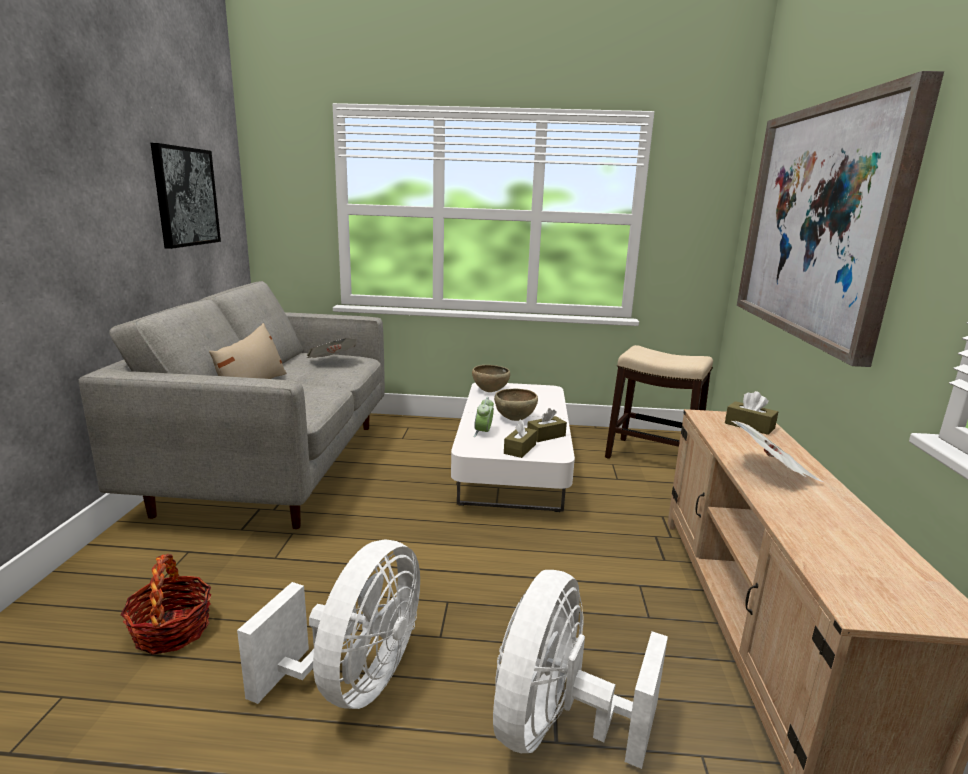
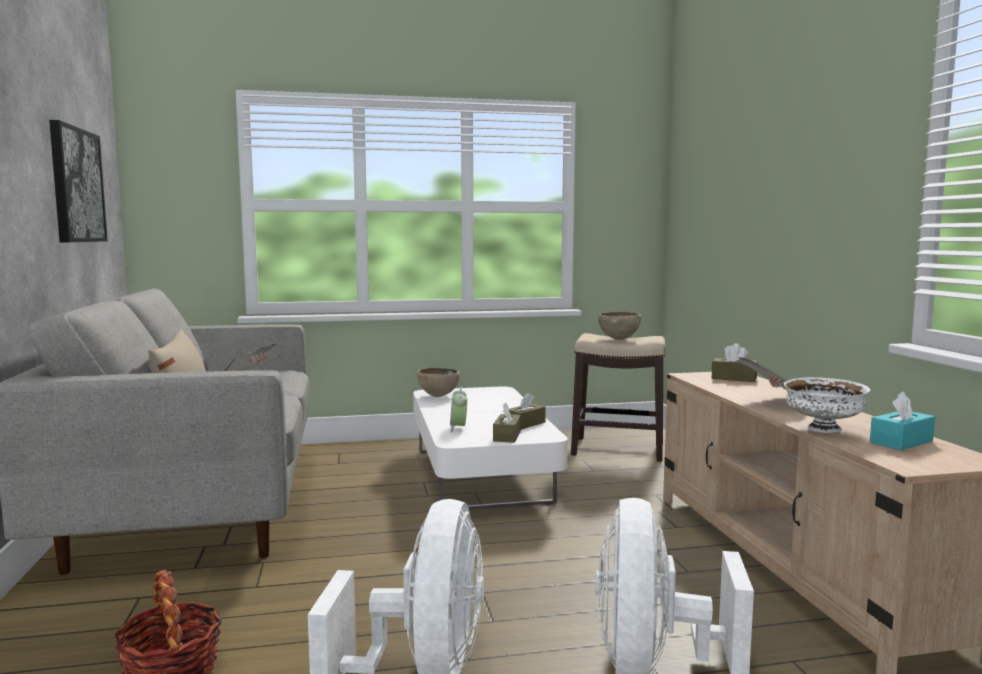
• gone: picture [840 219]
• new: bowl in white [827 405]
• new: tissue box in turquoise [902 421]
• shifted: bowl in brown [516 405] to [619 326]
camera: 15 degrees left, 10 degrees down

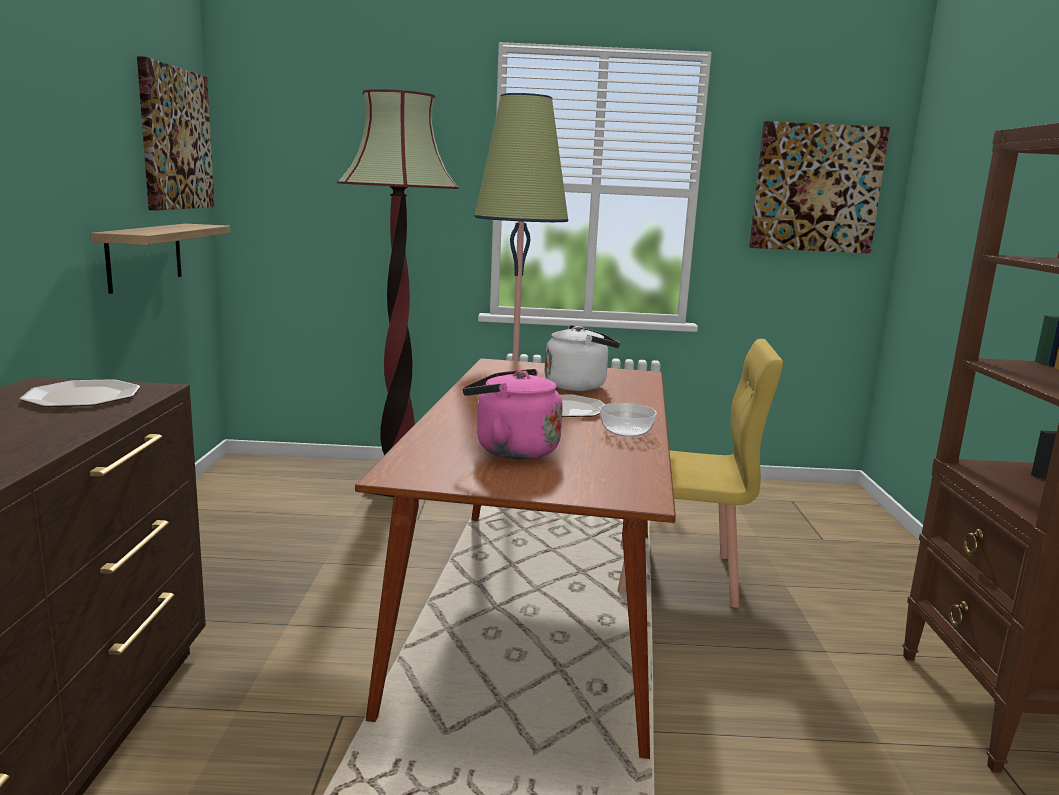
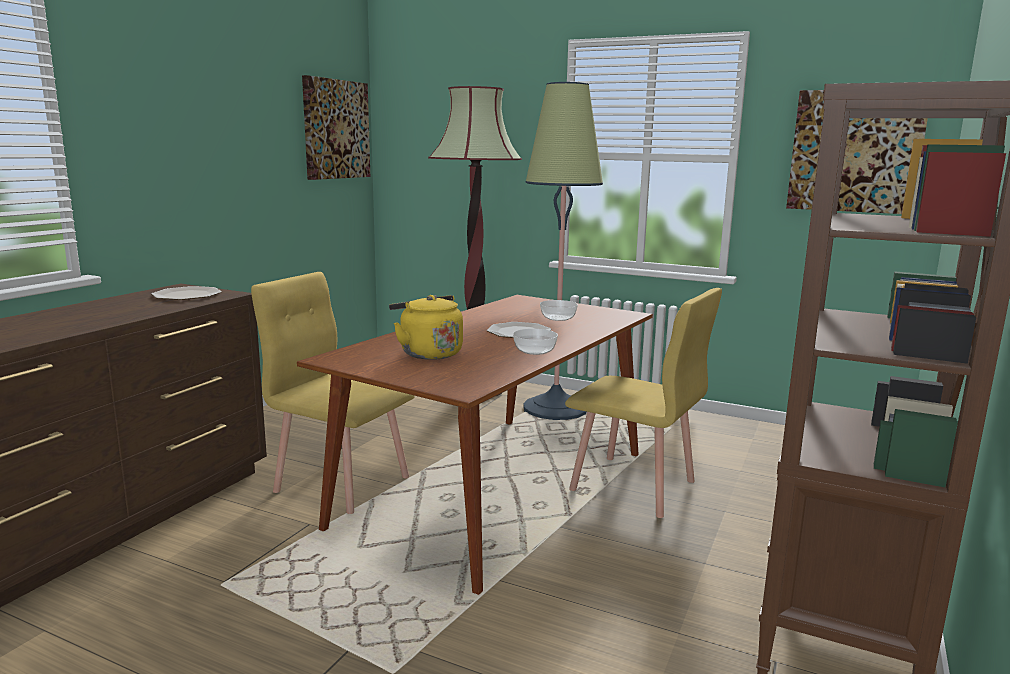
• gone: shelf [160 259]
• new: chair in yellow [332 393]
• swapped: kettle in white [582 358] to bowl [559 310]
• repainted: kettle in pink [513 414] to kettle in yellow [426 327]
camera: 25 degrees right, 0 degrees up

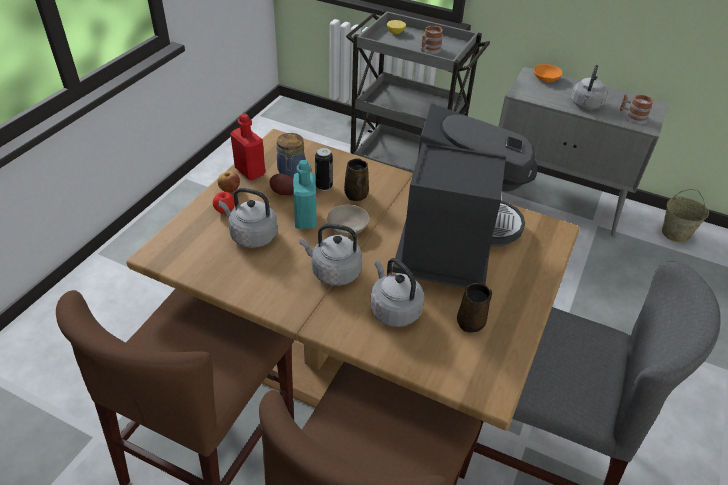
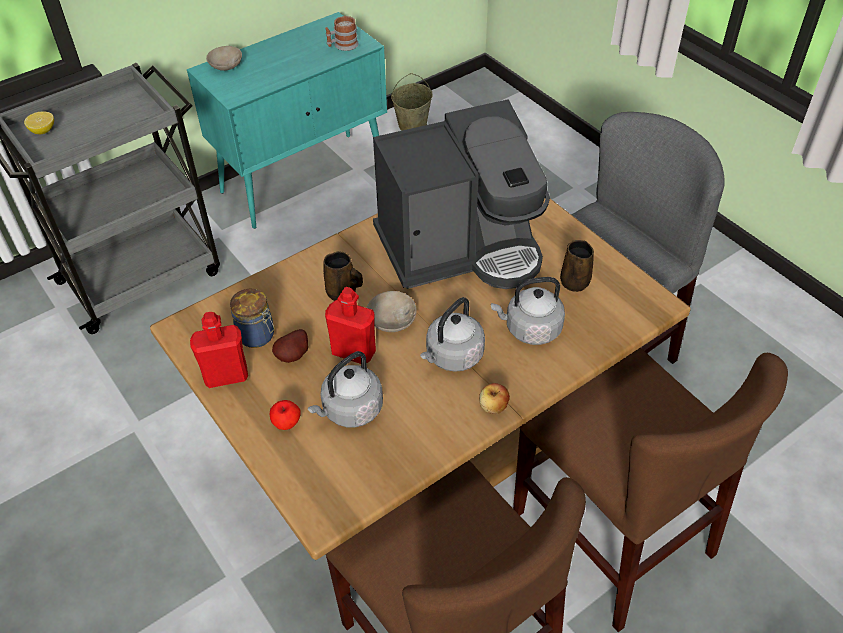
• gone: can [324 169]
• gone: mug [432 40]
• gone: kettle in grey [589 87]
• shifted: apple [228 182] to [494 398]
• repainted: bottle in turquoise [305 194] to bottle in red [350 325]
• repainted: cabinet in grey [583 151] to cabinet in turquoise [287 120]
• repainted: bowl in orange [548 73] to bowl in beige [224 58]
• rotated: coffee machine [465 195] = [461 194] 120 degrees clockwise
camera: 60 degrees left, 5 degrees up

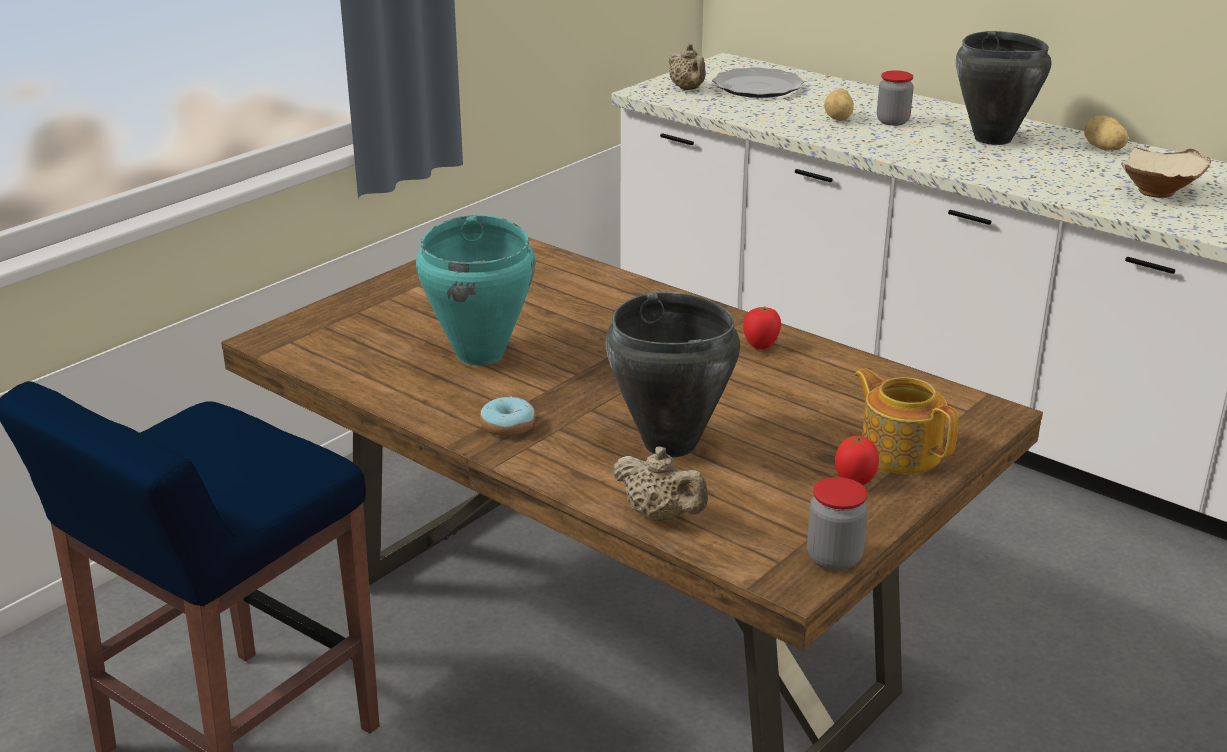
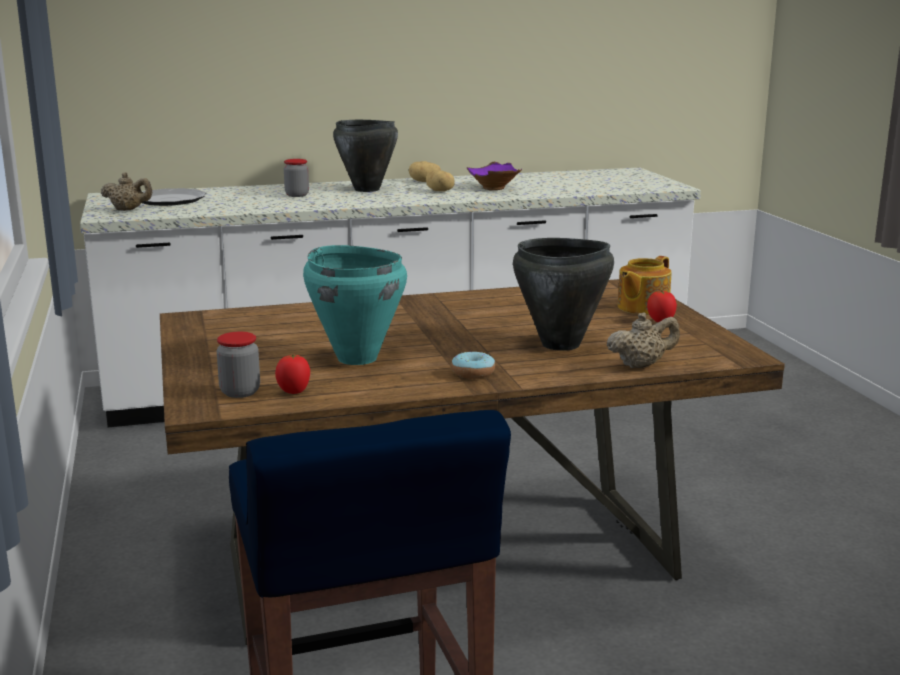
• shifted: tomato [762 328] to [292 374]
• shifted: jar [837 524] to [238 365]
• shifted: potato [839 104] to [440 181]
• repainted: bowl in beige [1166 172] to bowl in purple [494 176]
• rotated: teapot [906 421] = [645 285] 45 degrees counterclockwise
camera: 55 degrees left, 10 degrees down

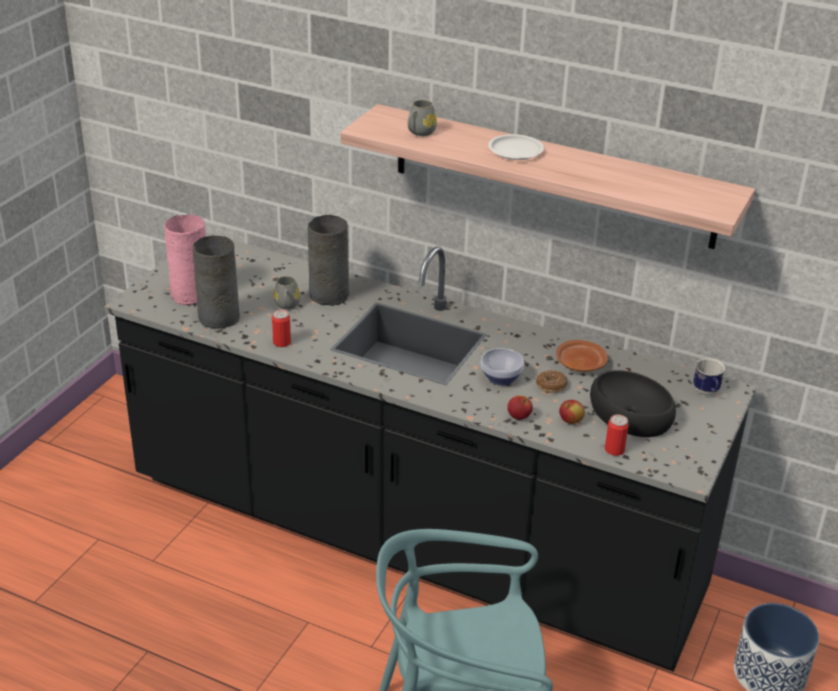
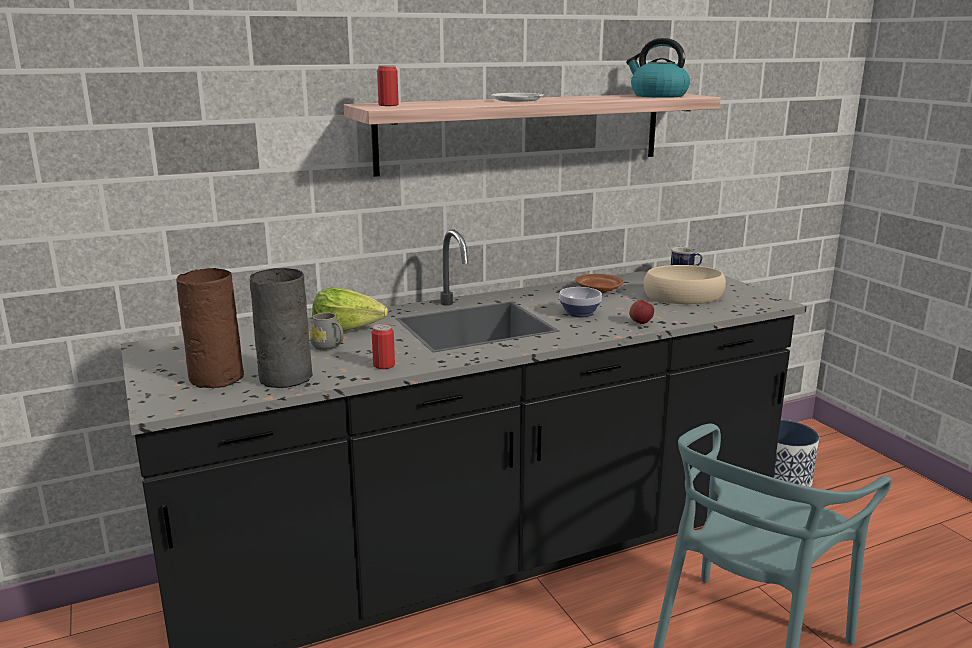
• gone: mug in grey [422 118]
• gone: donut [552 381]
• gone: apple [572 412]
• new: kettle [658 68]
• shifted: can [617 435] to [388 85]
• swapped: vase in grey [328 260] to lettuce [350 309]
• repainted: vase in pink [185 259] to vase in brown [210 328]
• repainted: bowl in black [633 403] to bowl in beige [684 284]
camera: 50 degrees left, 15 degrees down

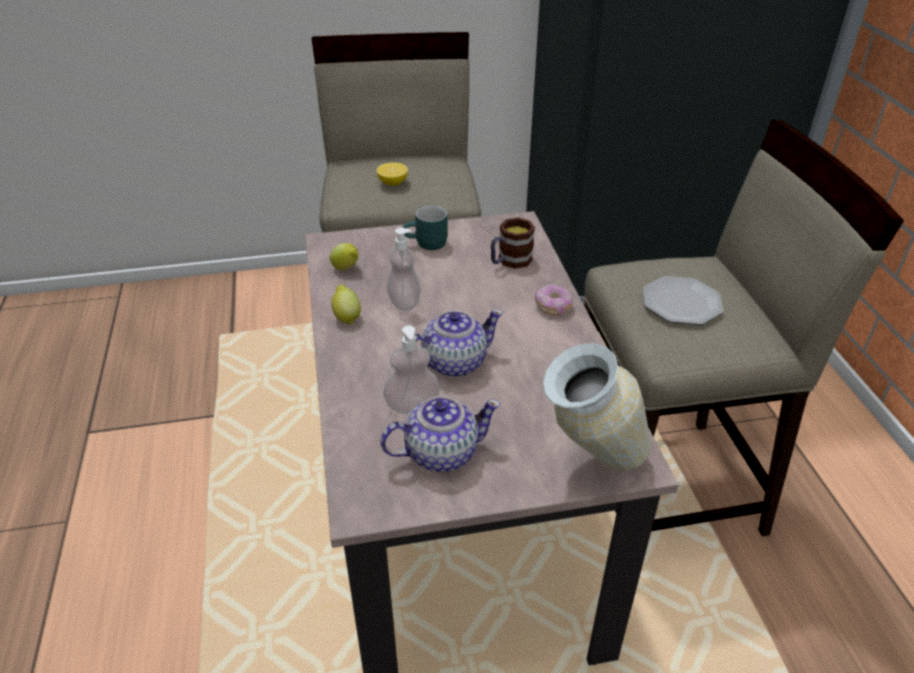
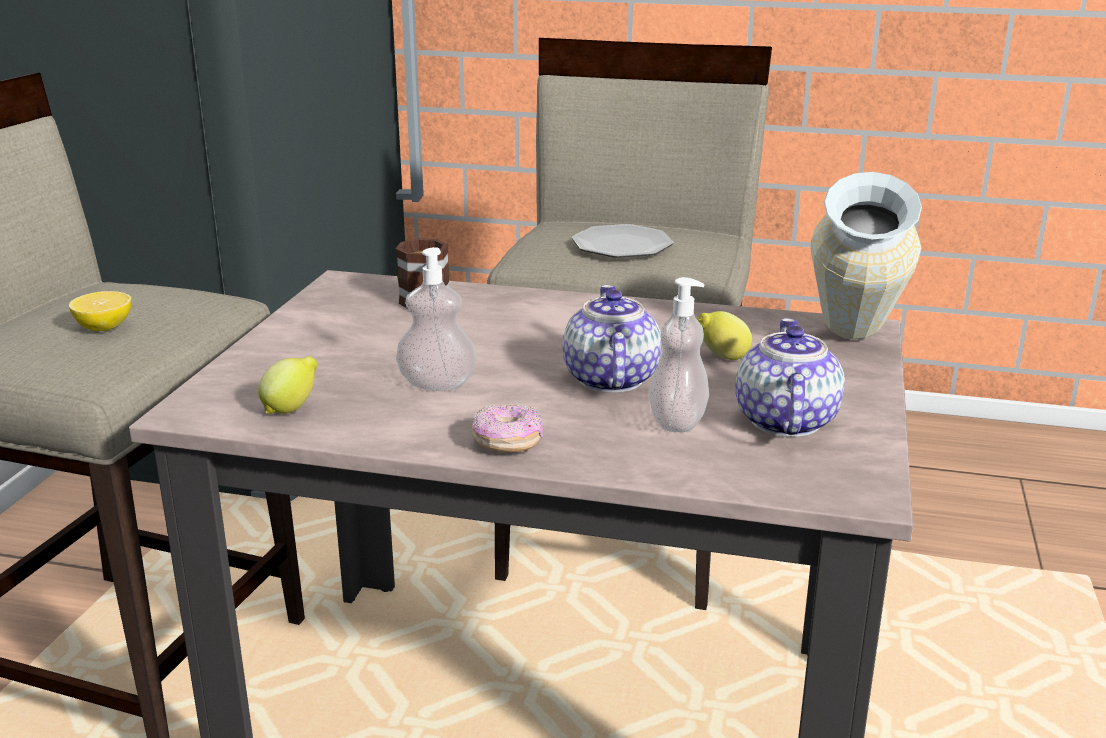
• gone: mug in turquoise [425 228]
• shifted: lemon [346 304] to [724 335]
• shifted: donut [554 299] to [507 428]
camera: 65 degrees left, 15 degrees down

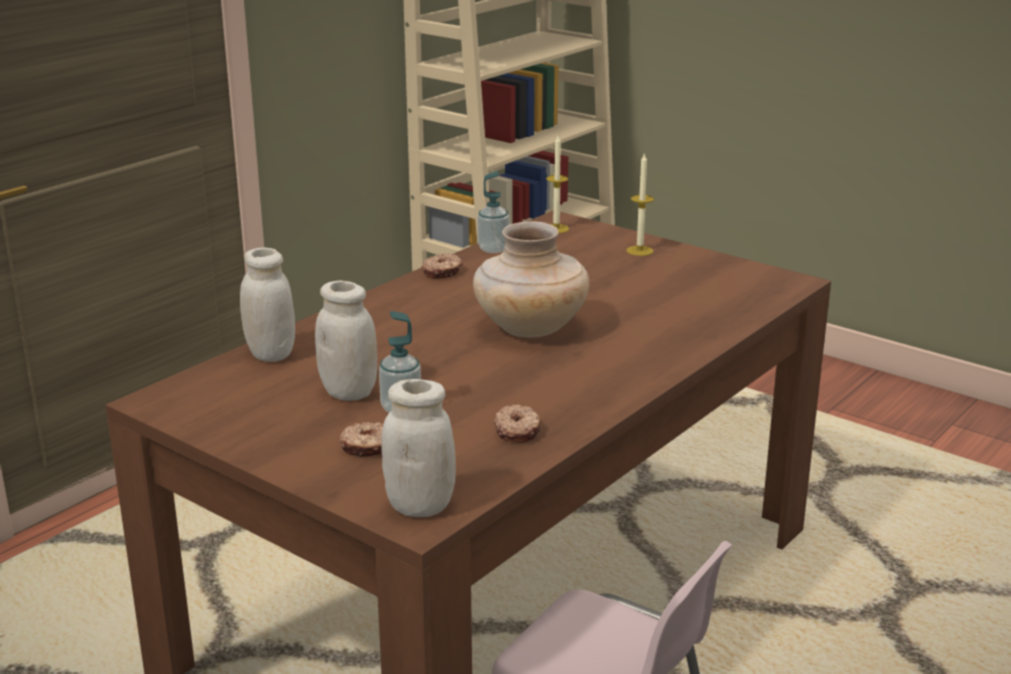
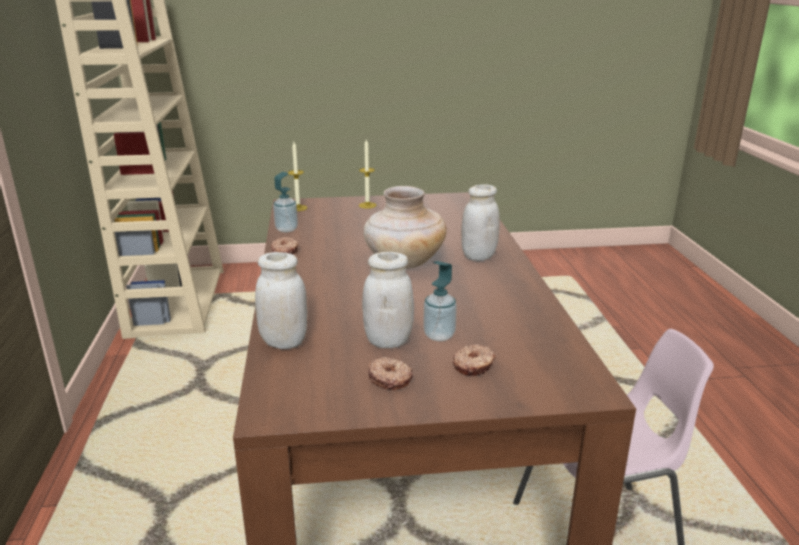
• shifted: jar in white [418 448] to [480 223]
• shifted: donut [517 424] to [390 373]
camera: 45 degrees left, 0 degrees up

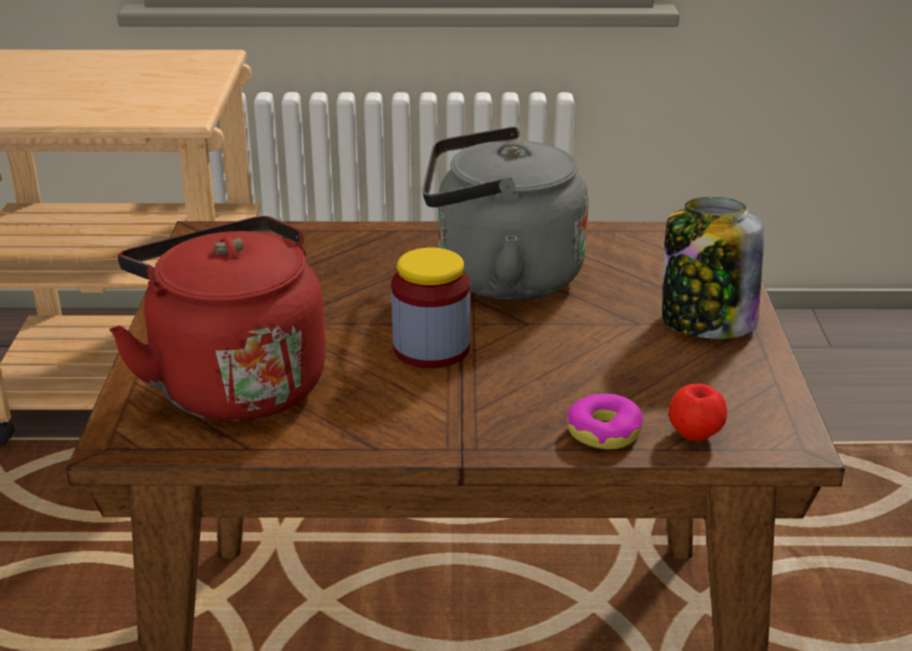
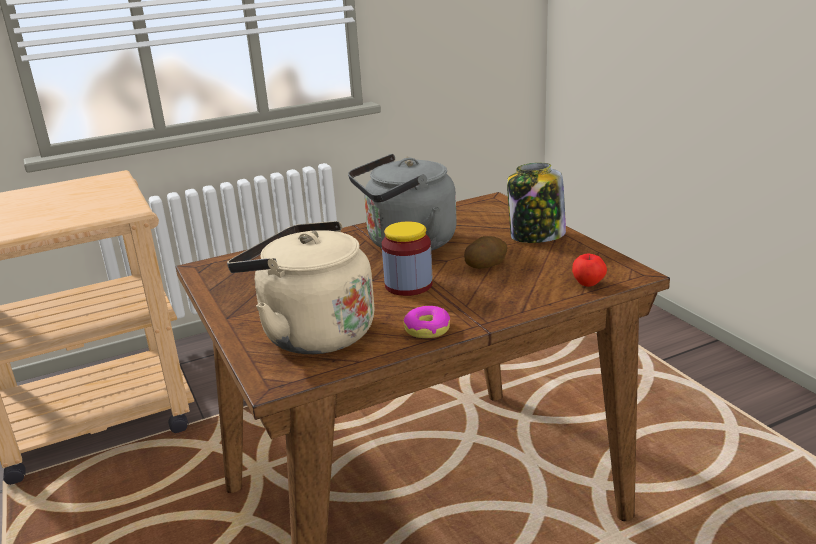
• new: potato [485 252]
• shifted: donut [605 421] to [427 322]
• repainted: kettle in red [217 319] to kettle in beige [300 287]
camera: 25 degrees left, 5 degrees down

